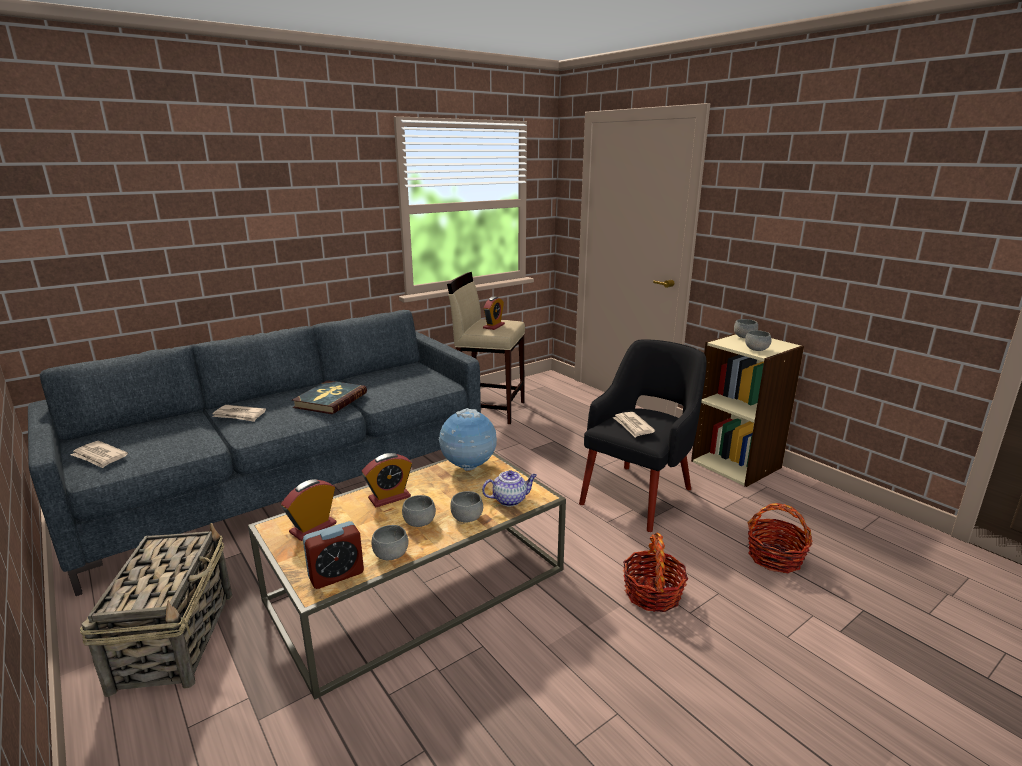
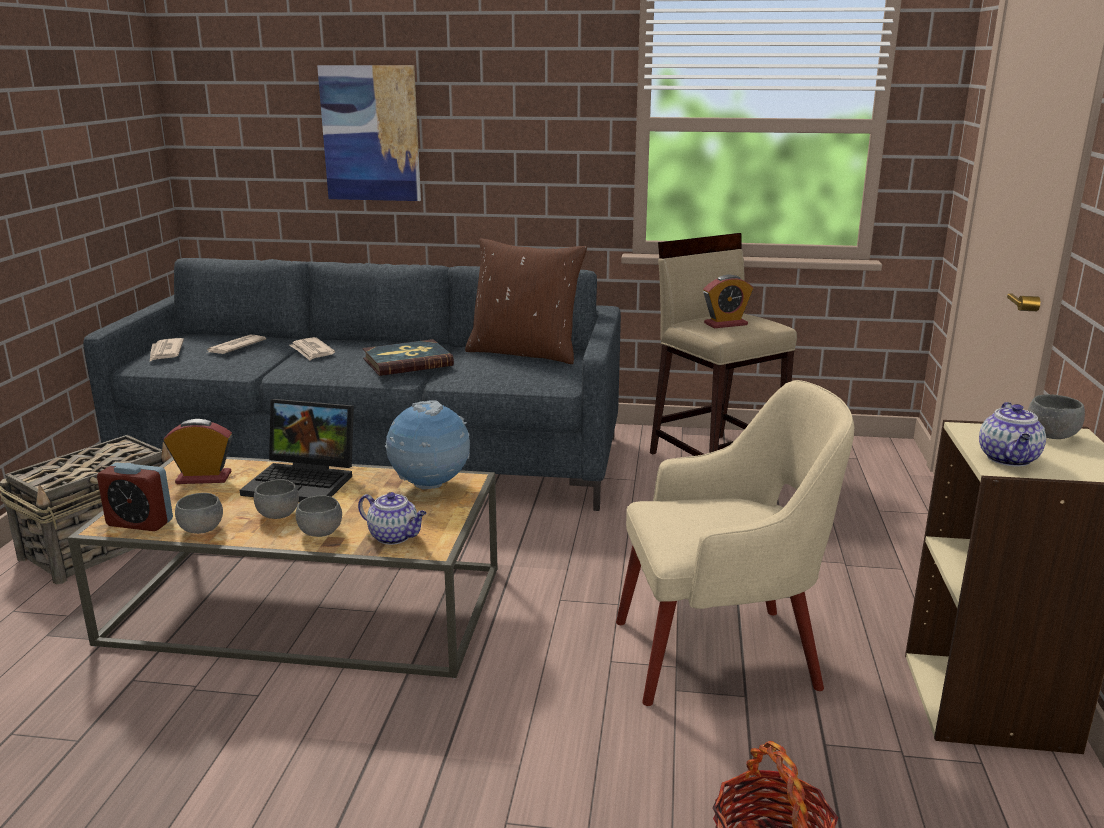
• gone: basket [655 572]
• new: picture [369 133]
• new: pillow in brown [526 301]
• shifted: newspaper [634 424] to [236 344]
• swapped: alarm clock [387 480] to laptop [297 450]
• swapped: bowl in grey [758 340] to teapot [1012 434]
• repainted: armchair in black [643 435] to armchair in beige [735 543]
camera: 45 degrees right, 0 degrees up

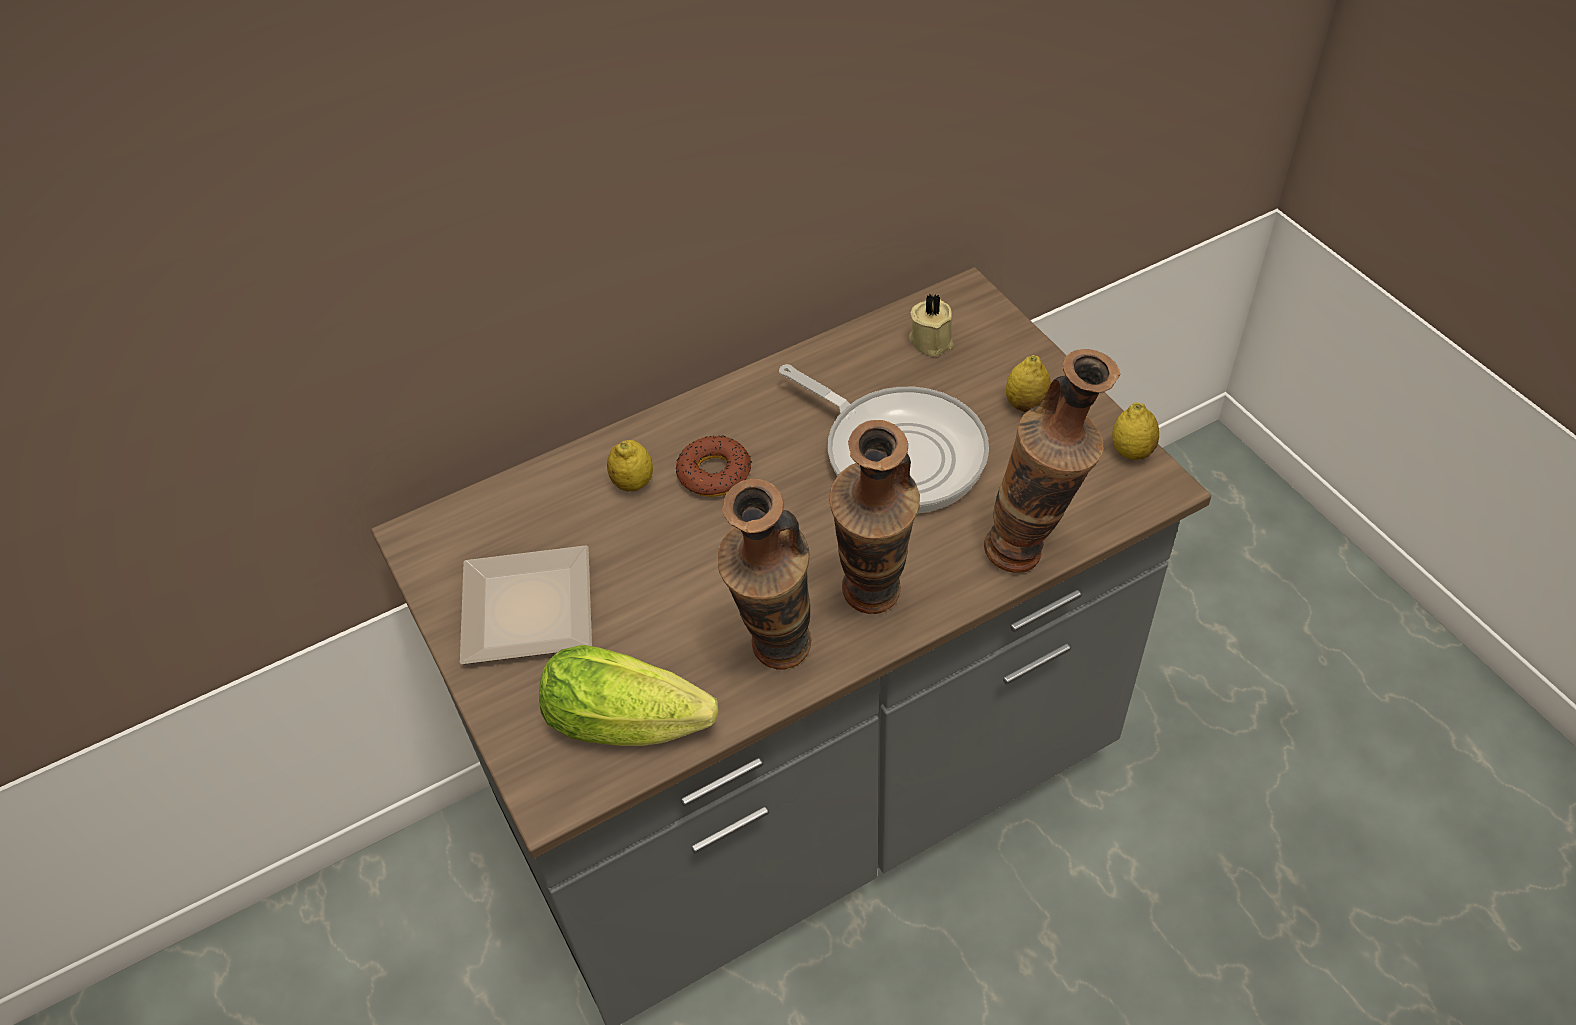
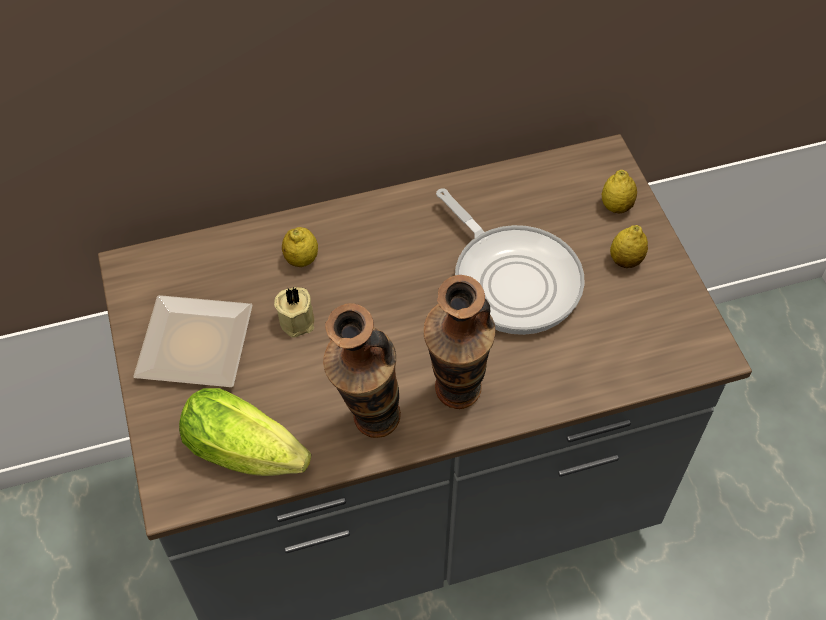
• gone: donut [714 466]
• gone: vase [1052 461]
• shifted: candle in beige [931 325] to [294 312]
• shifted: lemon [1135 431] to [619 191]
camera: 10 degrees right, 5 degrees up

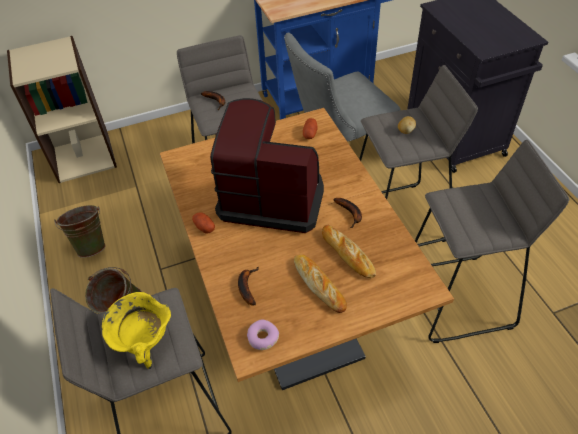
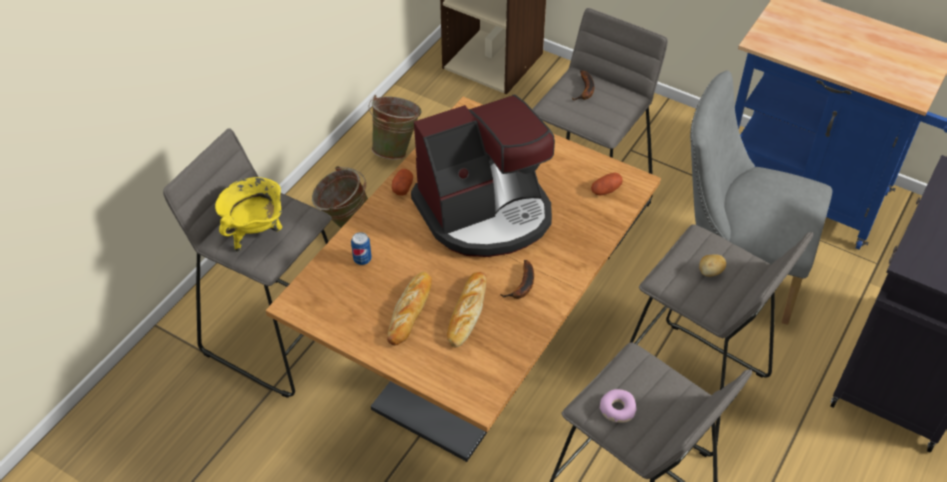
• shifted: donut [263 334] to [618 406]
• swapped: banana [248 286] to can [361 248]
• rotated: coffee machine [267 165] = [483 176] 90 degrees clockwise
camera: 50 degrees right, 0 degrees up

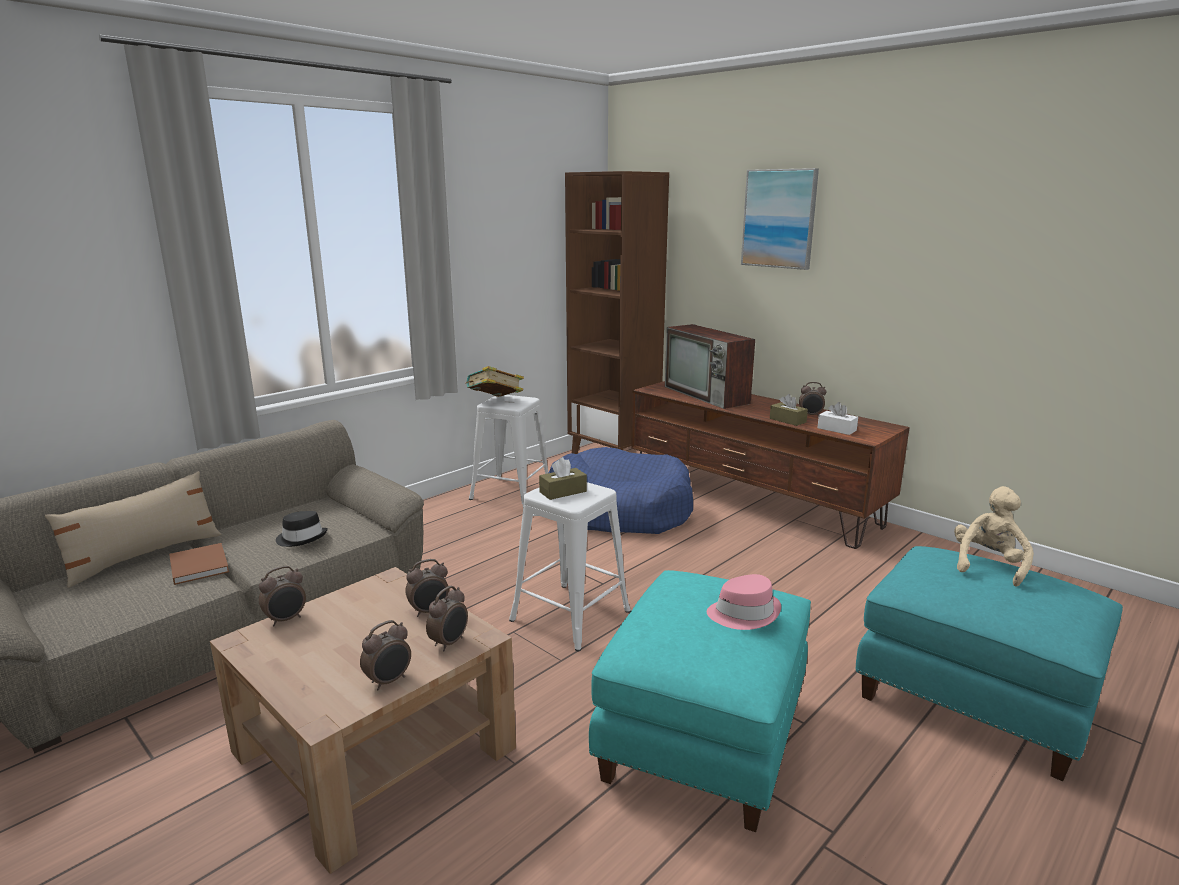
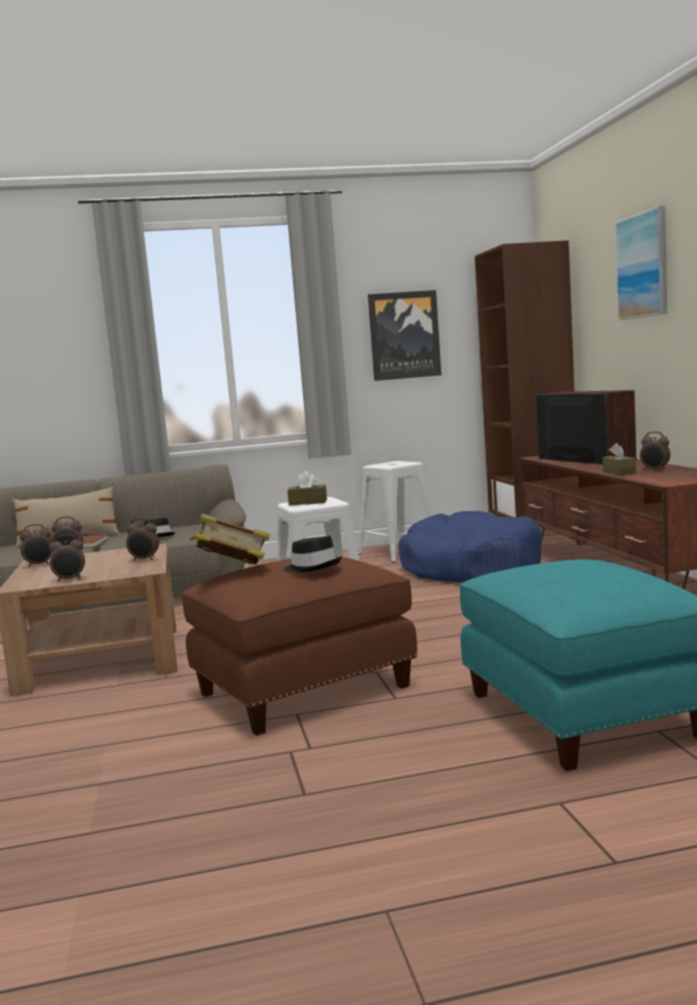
• gone: tissue box in white [837 418]
• gone: plush toy in beige [994 536]
• new: picture [404 335]
• shifted: alarm clock [447 618] to [35 546]
• shifted: book [494 381] to [230 539]
• repainted: ottoman in turquoise [700 701] to ottoman in brown [299 645]
• repainted: hat in pink [744 602] to hat in black [313 554]
• rotated: television [710 366] = [586 427] 150 degrees clockwise
camera: 35 degrees right, 10 degrees down

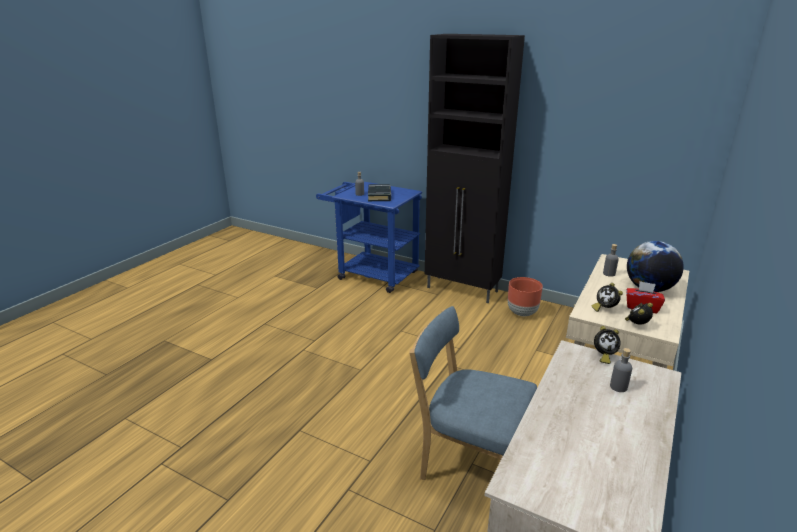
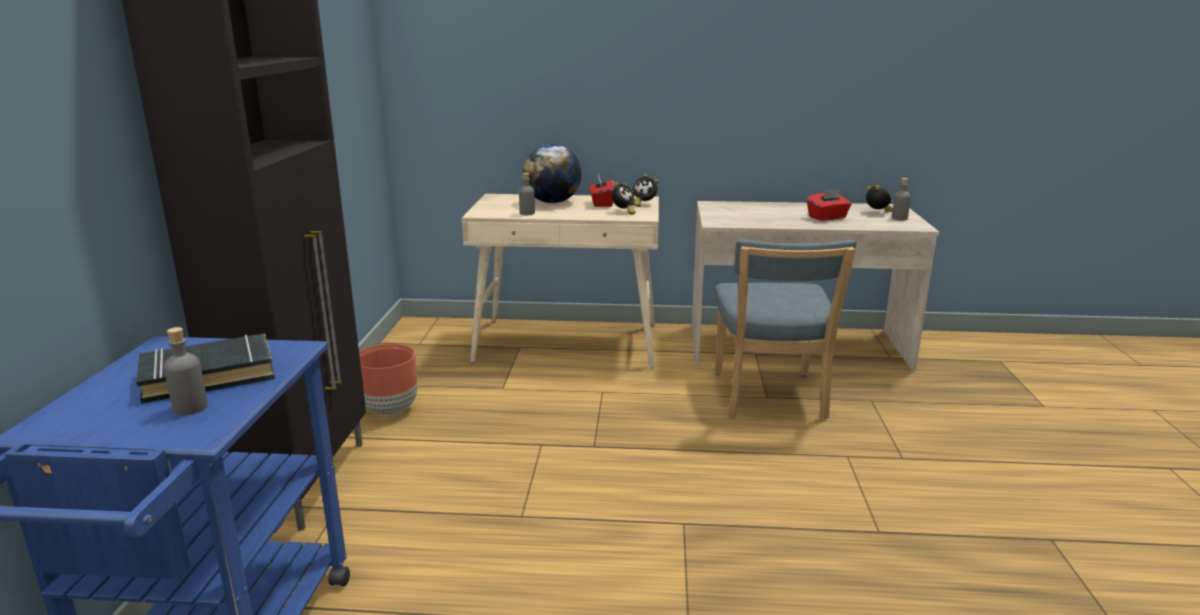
• new: tissue box in red [829 205]
• shifted: alarm clock [607 345] to [879 198]
• shifted: bottle in grey [621 370] to [901 199]
camera: 115 degrees left, 5 degrees down

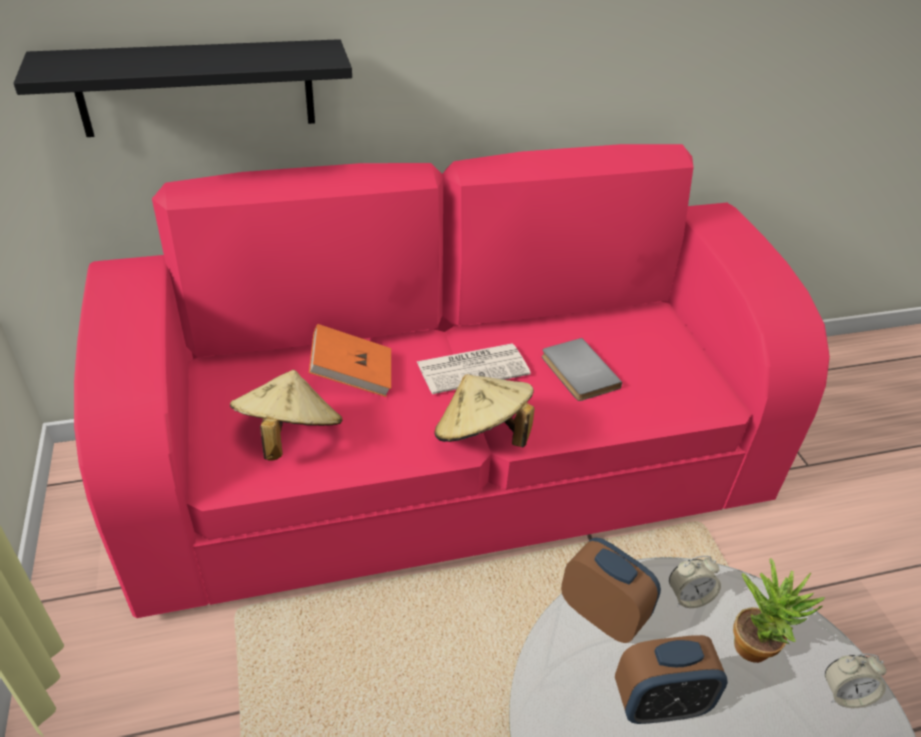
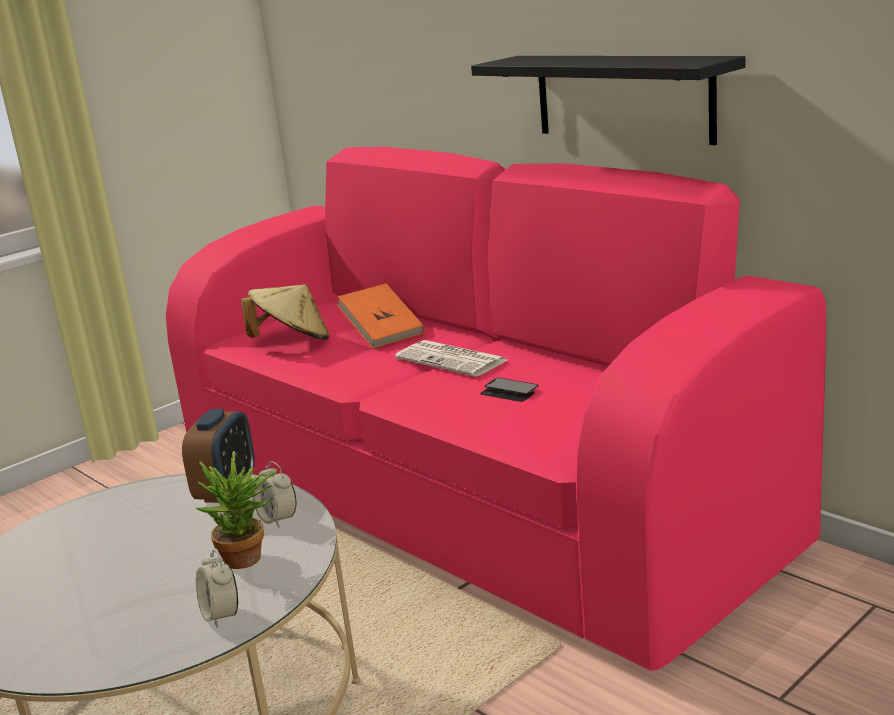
• gone: hat in beige [484 410]
• gone: alarm clock [671 679]
• shifted: shelf in black [183 88] to [608 100]
• swapped: book in grey [582 369] to phone [509 390]
camera: 65 degrees right, 20 degrees down

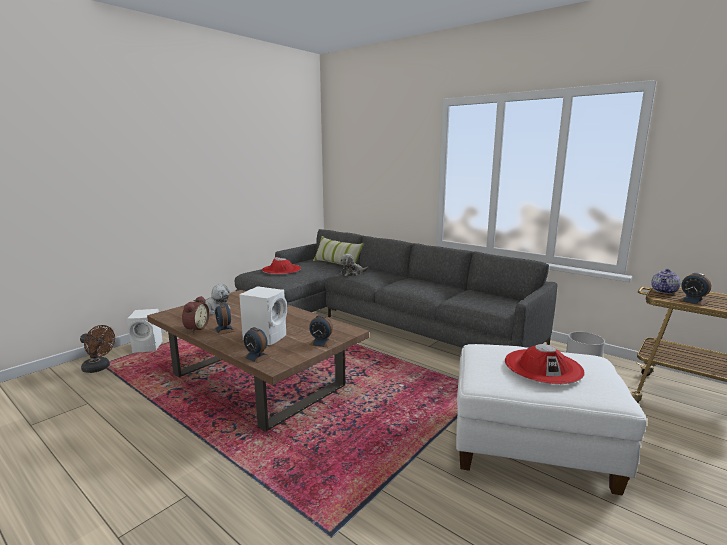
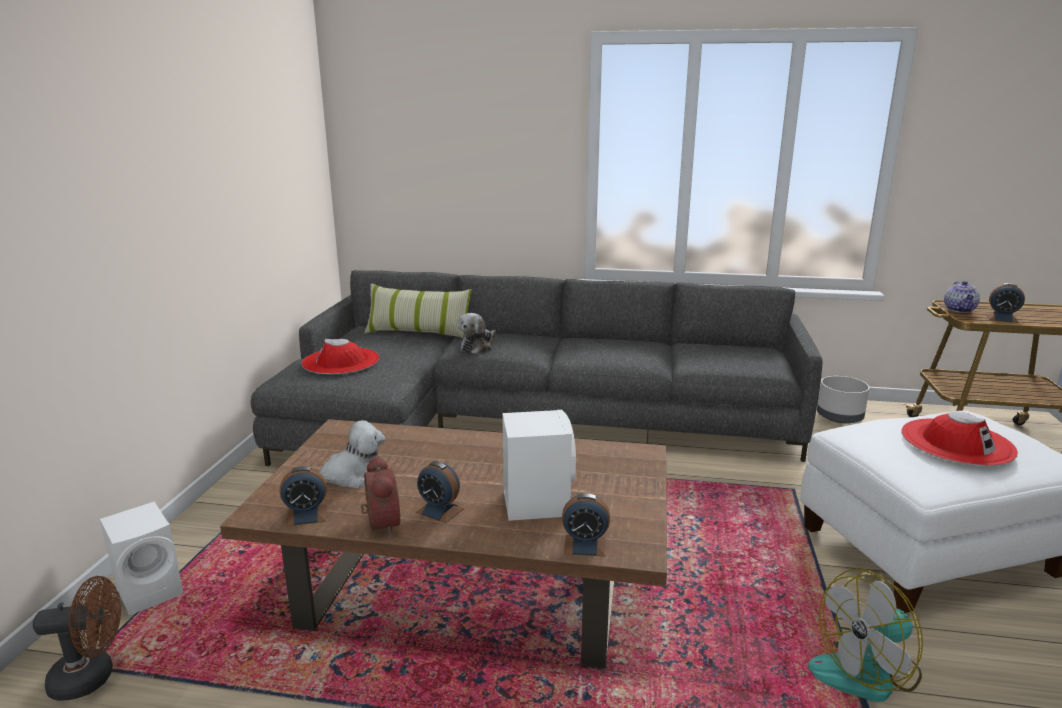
• new: fan [865 635]
• shifted: alarm clock [321 331] to [303 496]
camera: 30 degrees left, 5 degrees up

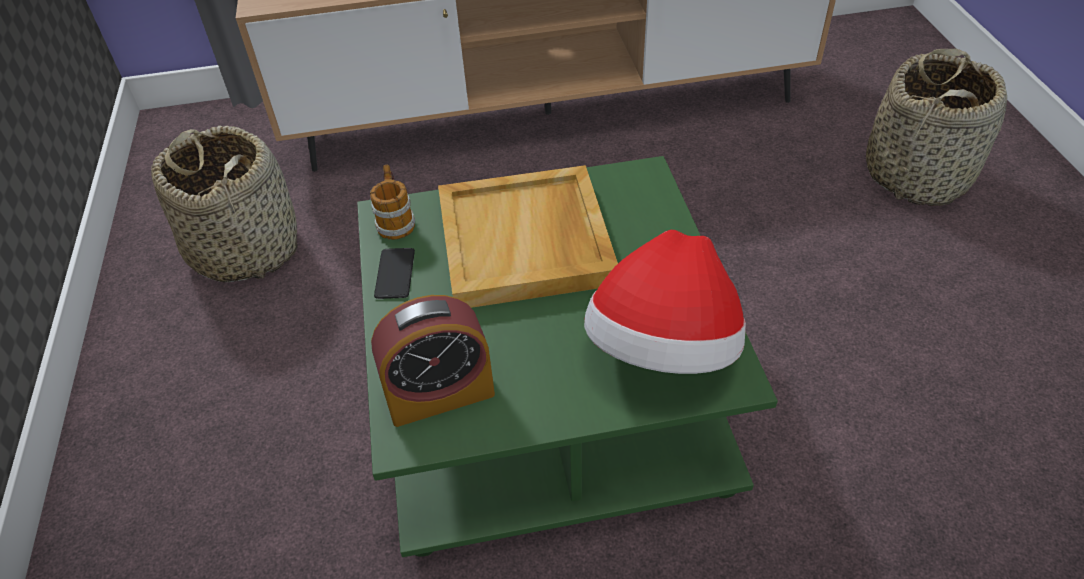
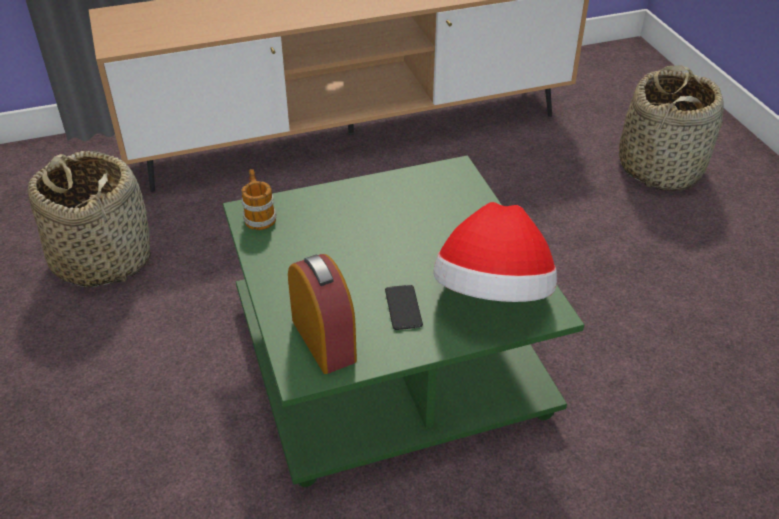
• gone: tray in beige [528 236]
• shifted: phone [394 273] to [404 307]
• rotated: alarm clock [433 361] = [322 314] 90 degrees counterclockwise
camera: 10 degrees left, 5 degrees down

